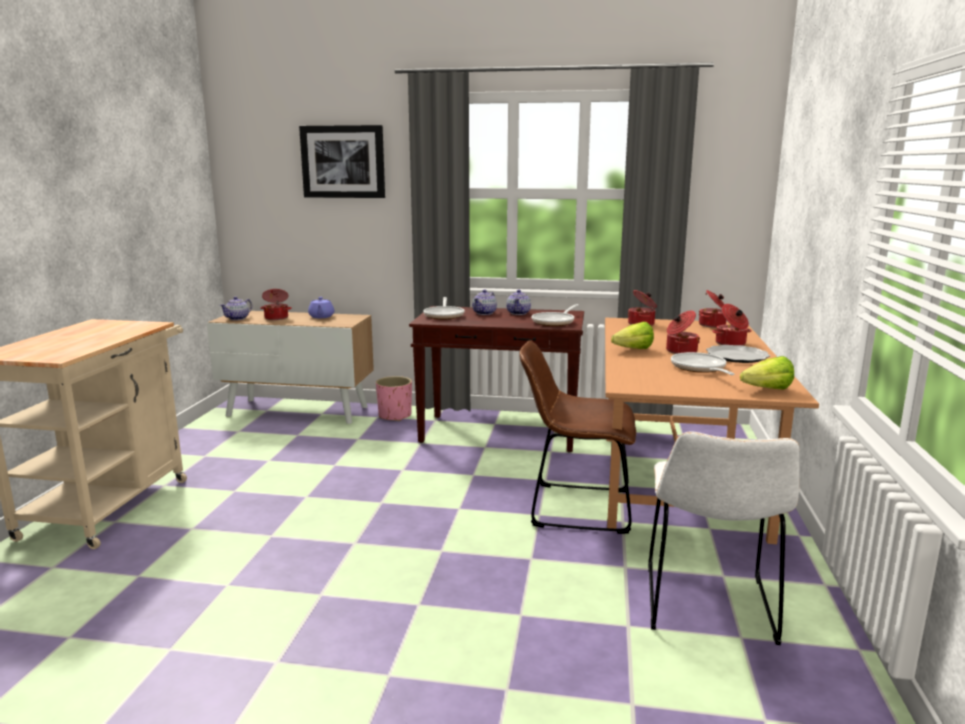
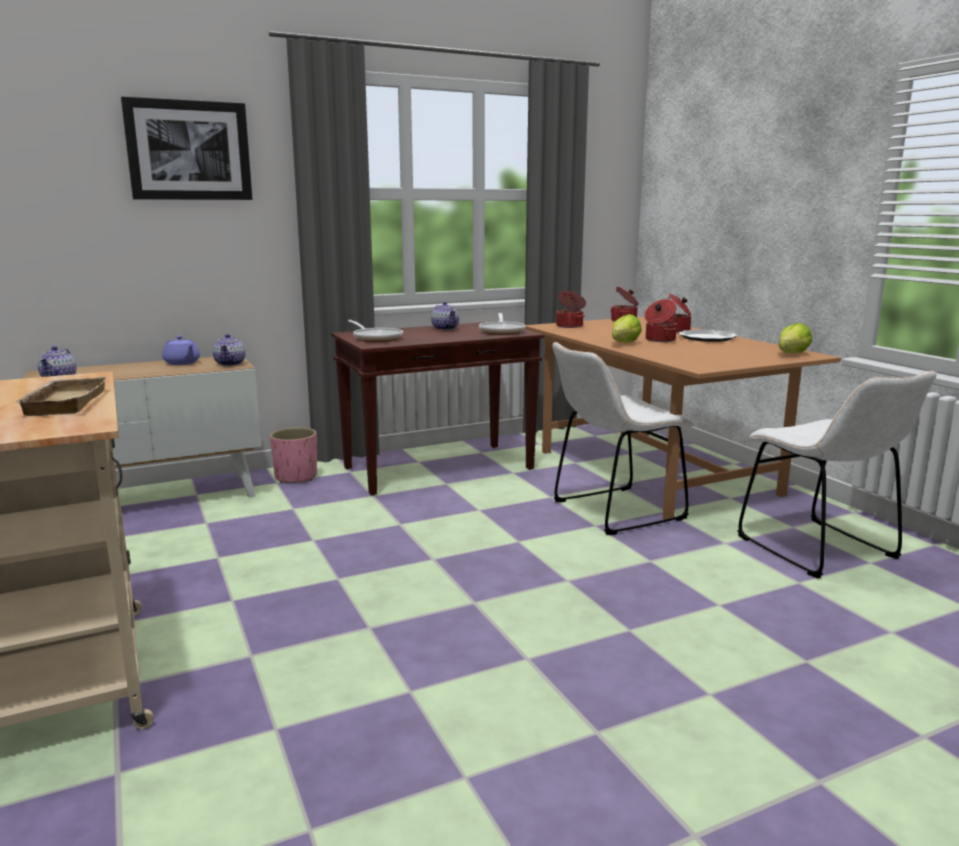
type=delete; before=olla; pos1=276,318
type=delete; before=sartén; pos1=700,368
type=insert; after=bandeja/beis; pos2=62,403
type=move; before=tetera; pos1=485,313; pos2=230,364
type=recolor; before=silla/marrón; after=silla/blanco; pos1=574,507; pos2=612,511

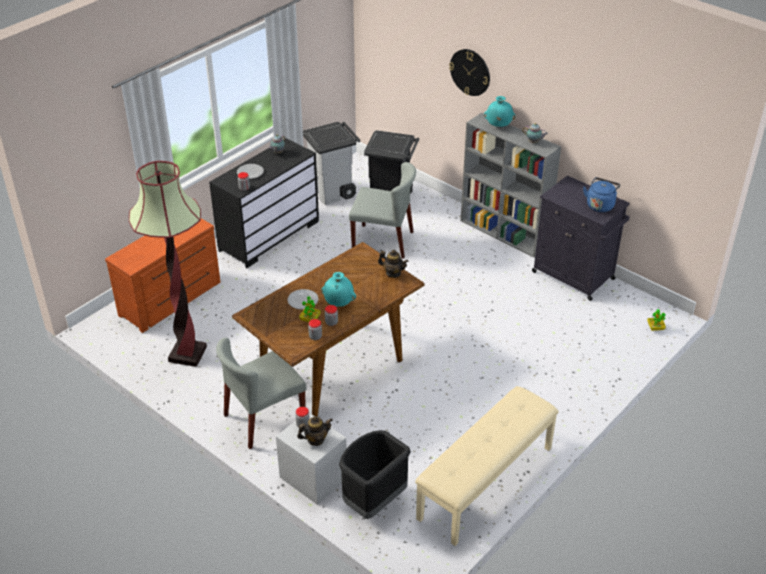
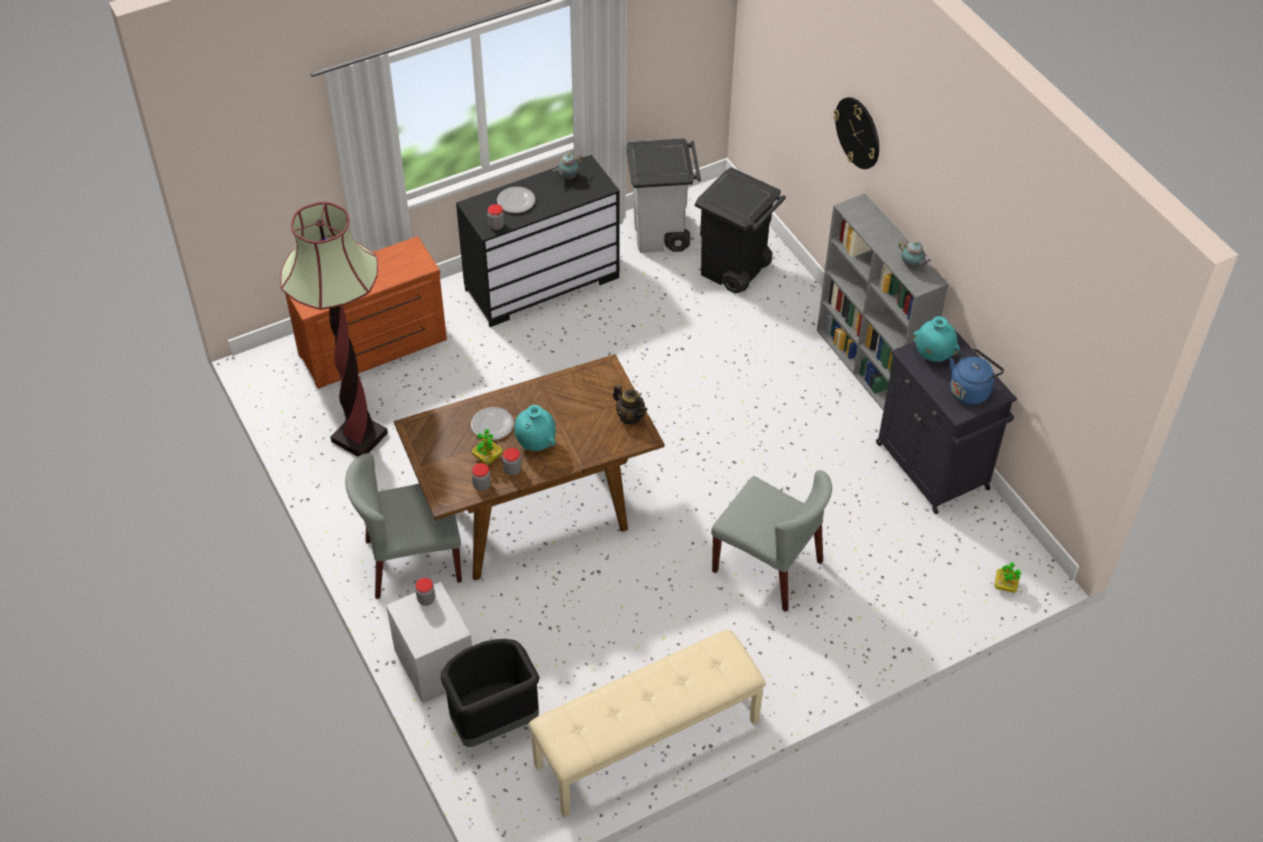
type=delete; before=tetera; pos1=315,439
type=move; before=silla/gris; pos1=383,241; pos2=768,566
type=move; before=florero/turquesa; pos1=498,126; pos2=932,355

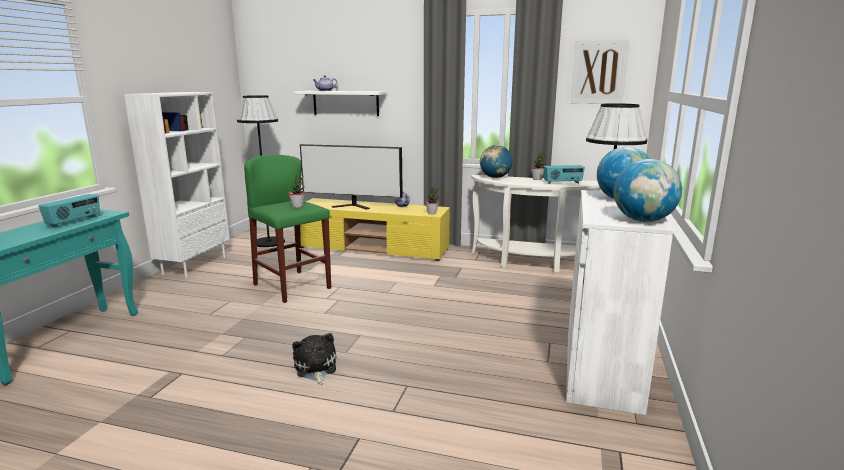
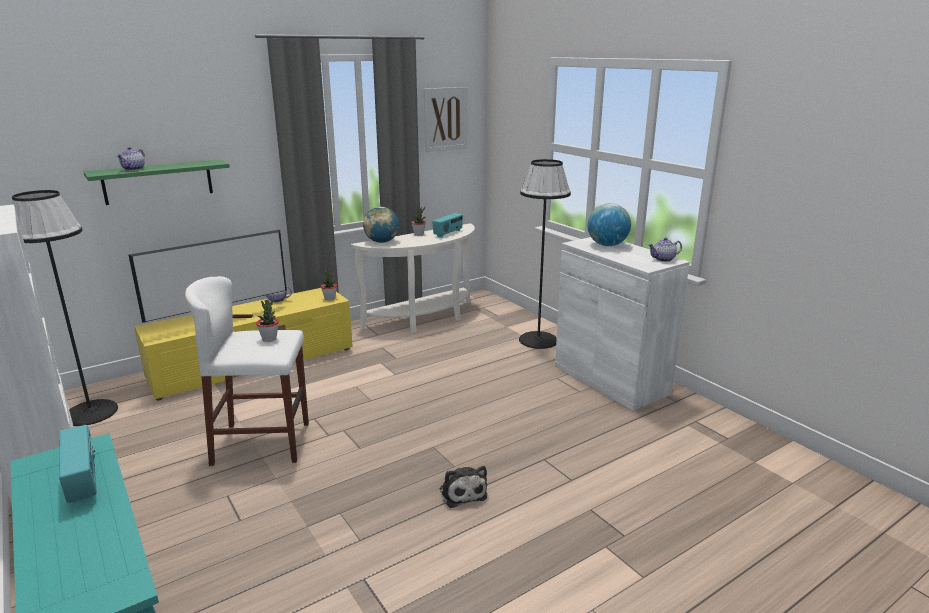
type=replace; before=globo terráqueo; after=tetera; pos1=643,220; pos2=663,259
type=recolor; before=taburete/verde; after=taburete/blanco; pos1=292,286; pos2=262,443
type=recolor; before=estante/blanco; after=estante/verde; pos1=345,103; pos2=158,181
type=rotate; before=peluche; pos1=315,368; pos2=462,492; turn=-135

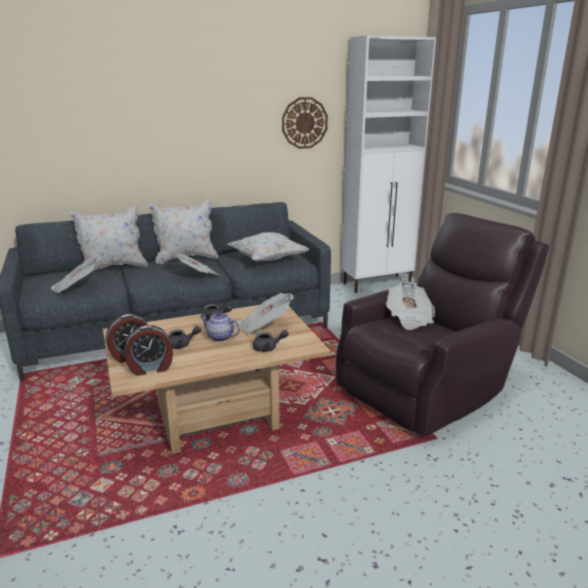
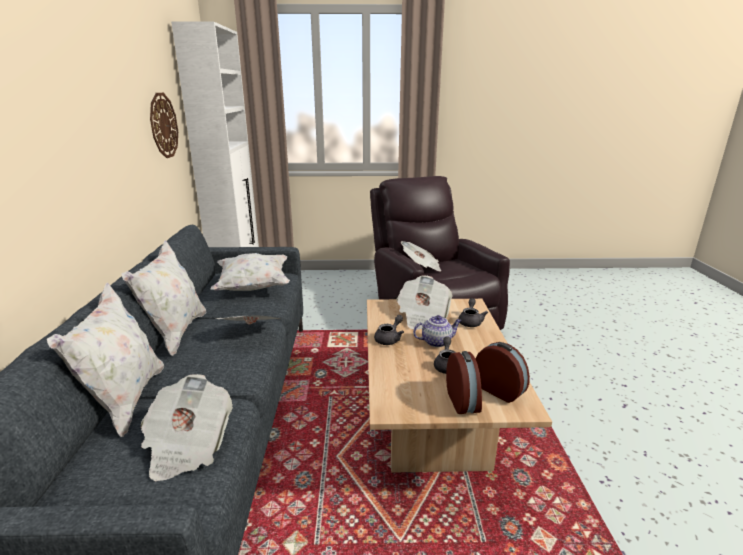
type=rotate; before=despertador; pos1=150,368; pos2=499,390; turn=-45
type=rotate; before=tetera; pos1=219,337; pos2=437,341; turn=-150

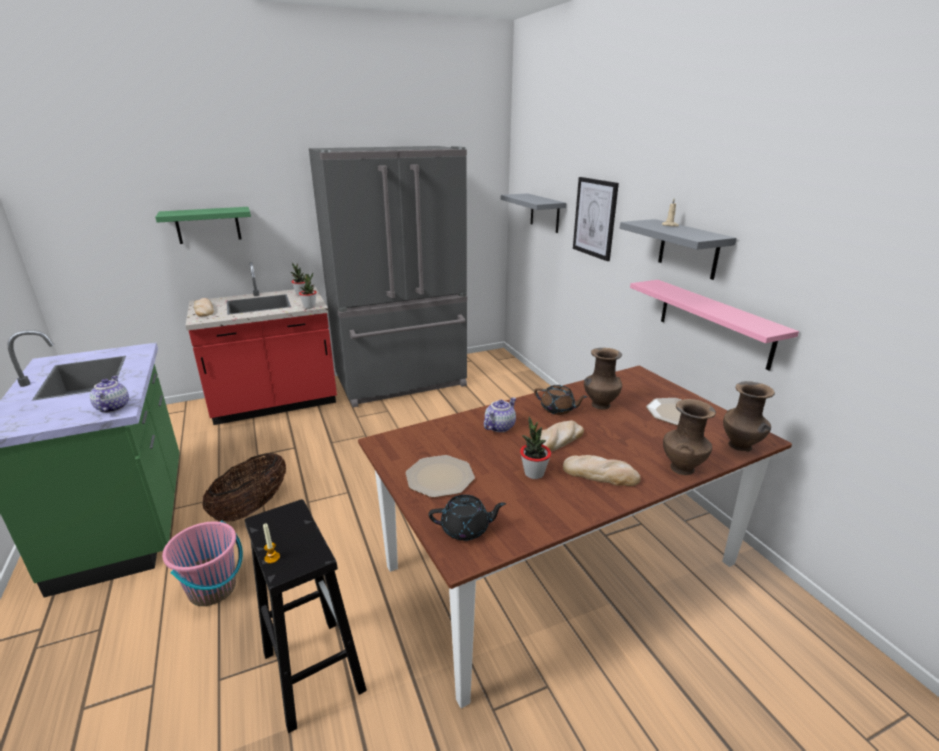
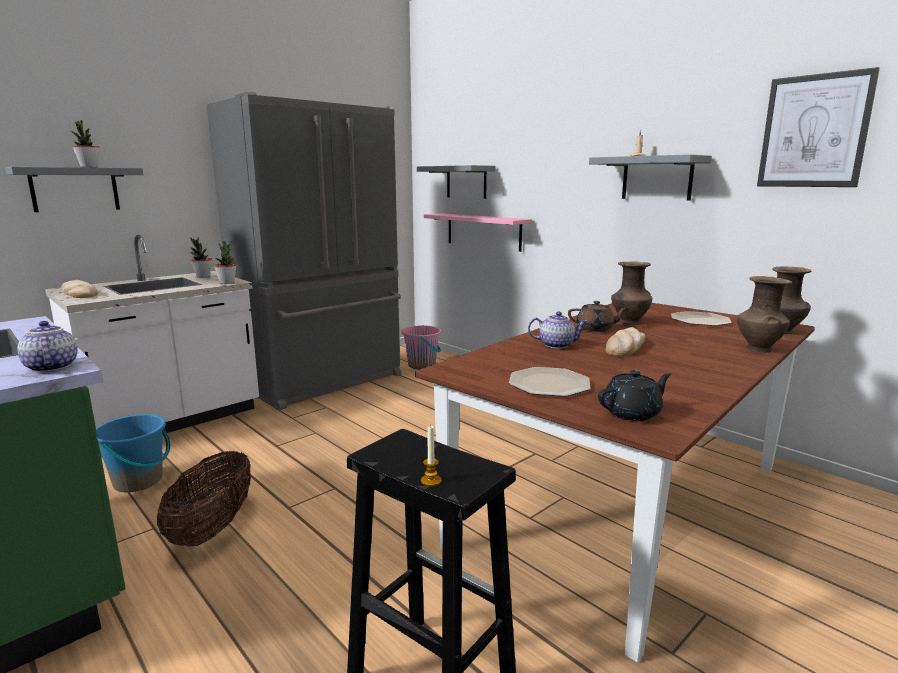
type=delete; before=pan; pos1=600,474
type=insert; after=cubo/azul; pos2=138,481
type=move; before=cubo/rosa; pos1=213,589; pos2=422,365
type=move; before=planta en maceta; pos1=534,473; pos2=89,167
type=move; before=cuadro; pos1=595,218; pos2=814,131
type=move; before=estante/rosa; pos1=714,322; pos2=483,231
type=recolor; before=estante/verde; after=estante/gris; pos1=208,225; pos2=75,189
type=recolor; before=mueble bajo de cocina/rojo; after=mueble bajo de cocina/blanco; pos1=275,404; pos2=171,420
type=rotate; before=tetera; pos1=499,426; pos2=556,345; turn=75

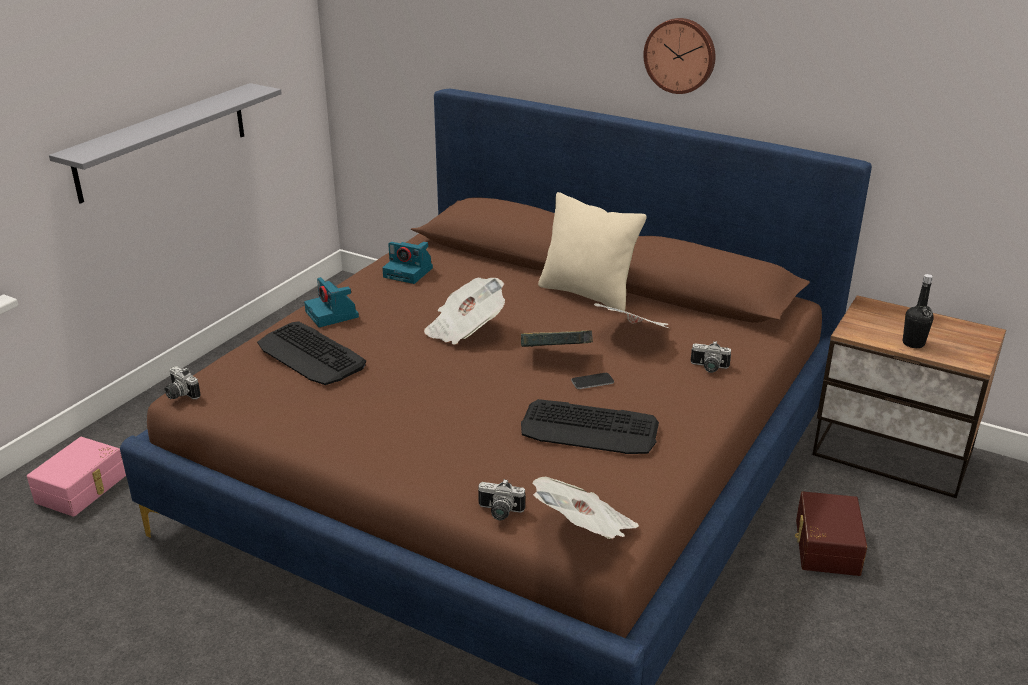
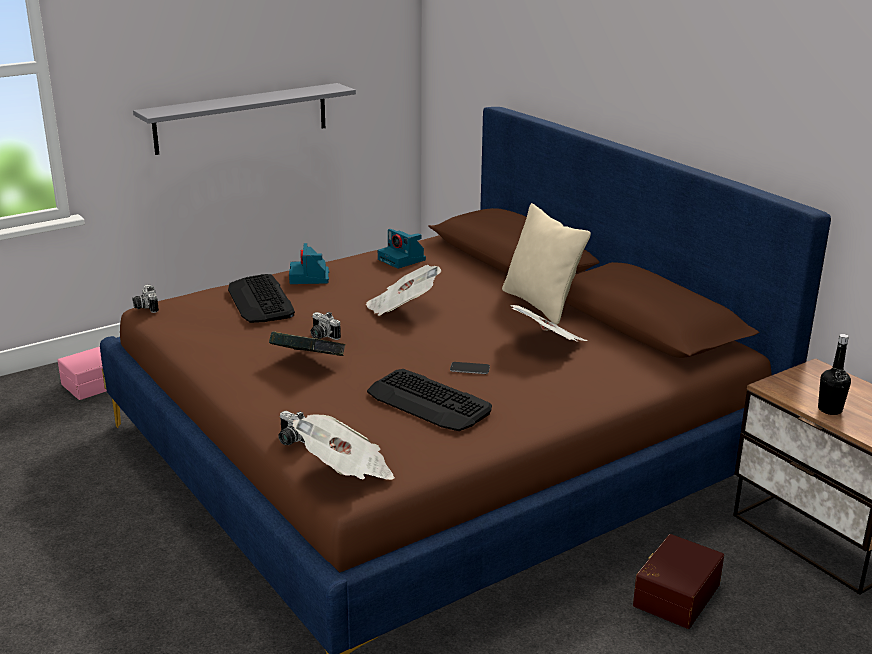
type=delete; before=reloj de pared; pos1=680,55
type=move; before=libro; pos1=556,357; pos2=308,362
type=move; before=cámara; pos1=708,368; pos2=321,336

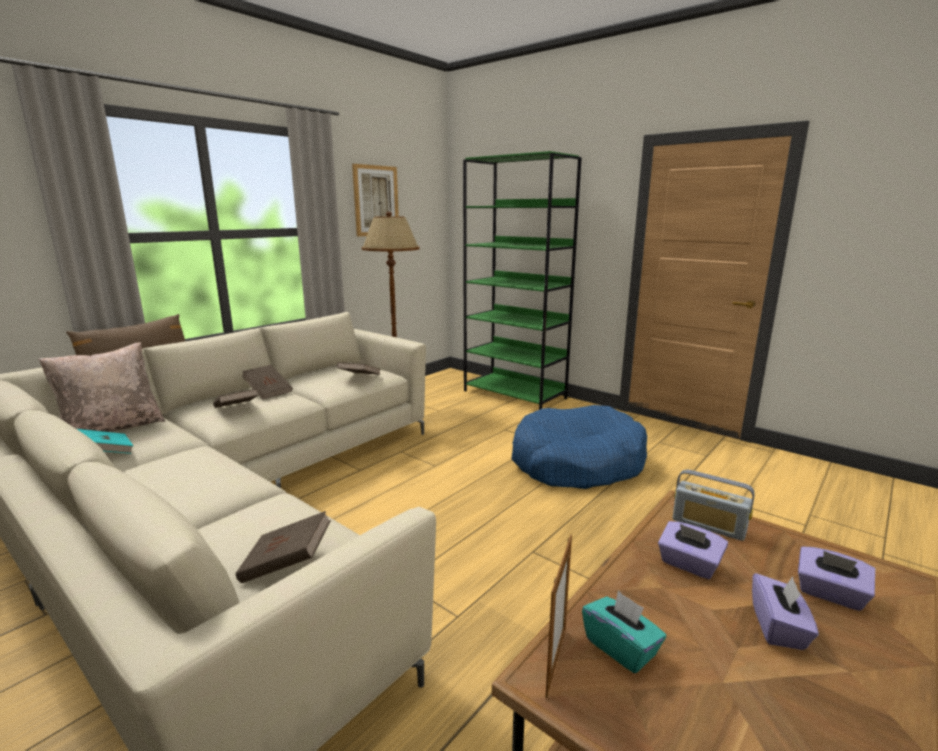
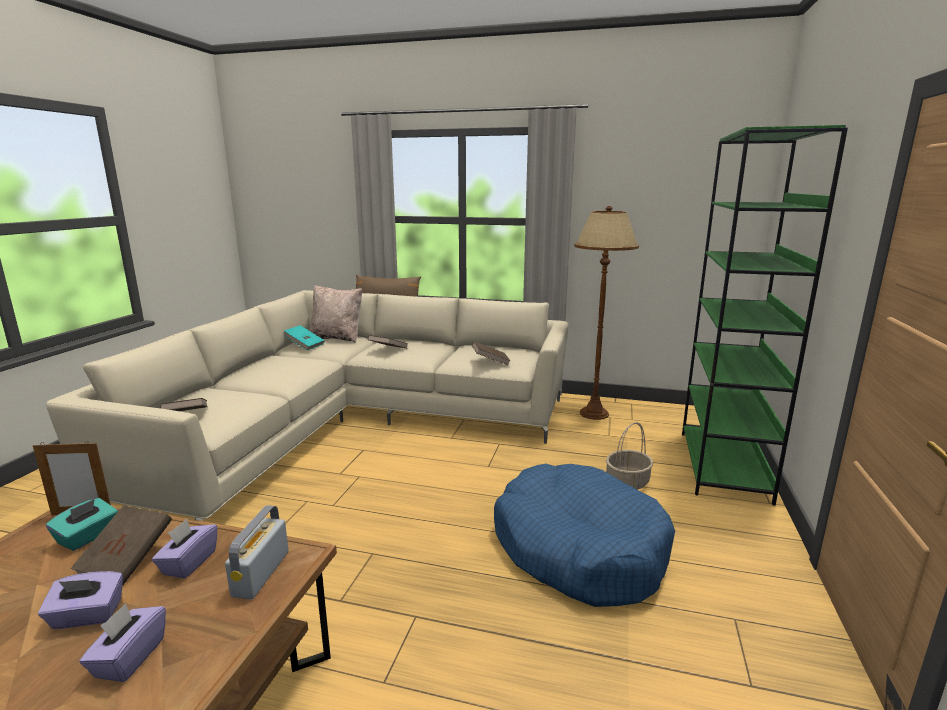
type=delete; before=cuadro; pos1=376,201
type=insert; after=cesta; pos2=627,482
type=move; before=libro/marrón; pos1=268,391; pos2=127,560

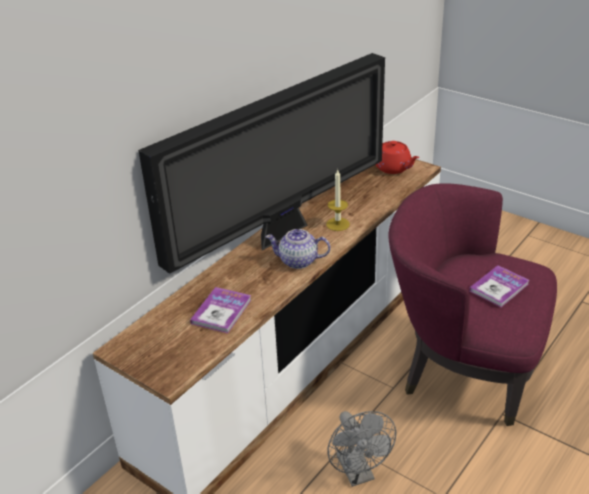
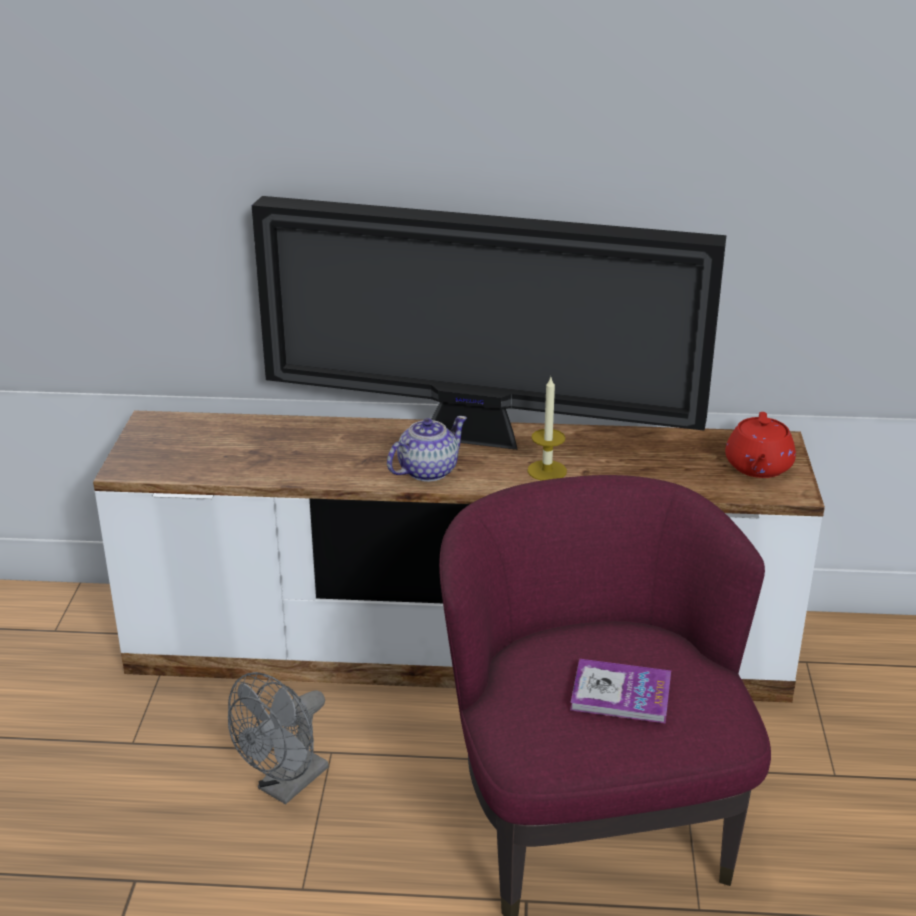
type=delete; before=libro; pos1=221,311
type=rotate; before=tetera; pos1=299,261; pos2=427,471; turn=75

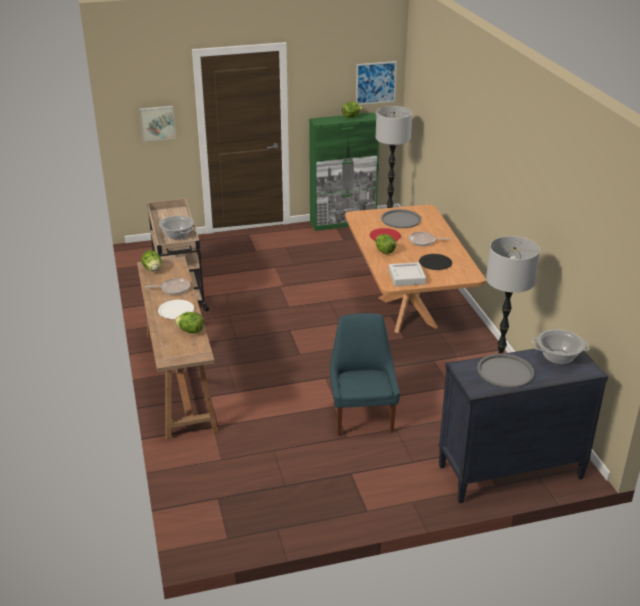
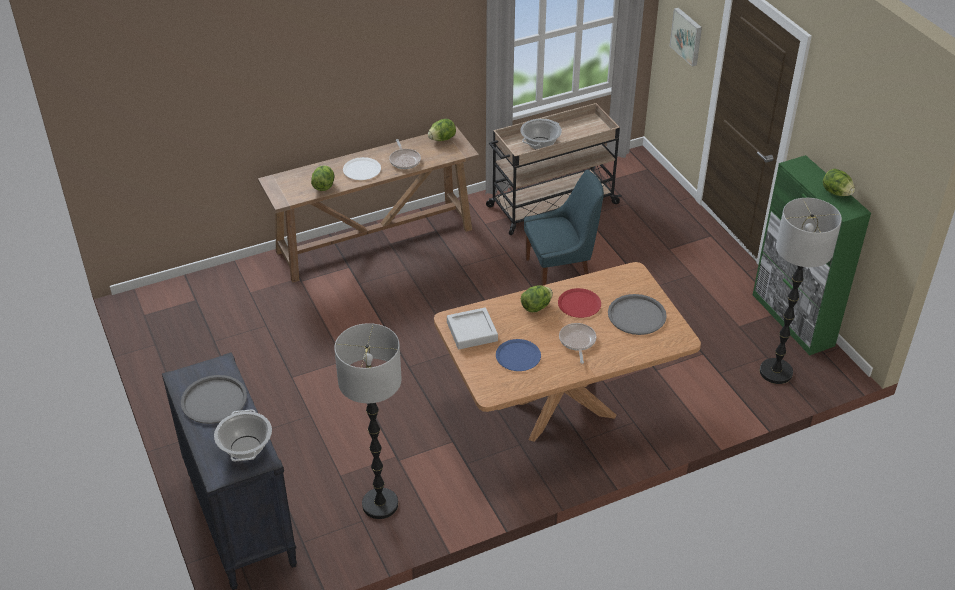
type=delete; before=cuadro; pos1=375,83
type=move; before=silla/azul; pos1=362,416; pos2=560,272
type=recolor; before=plato/negro; after=plato/azul; pos1=435,263; pos2=518,356

